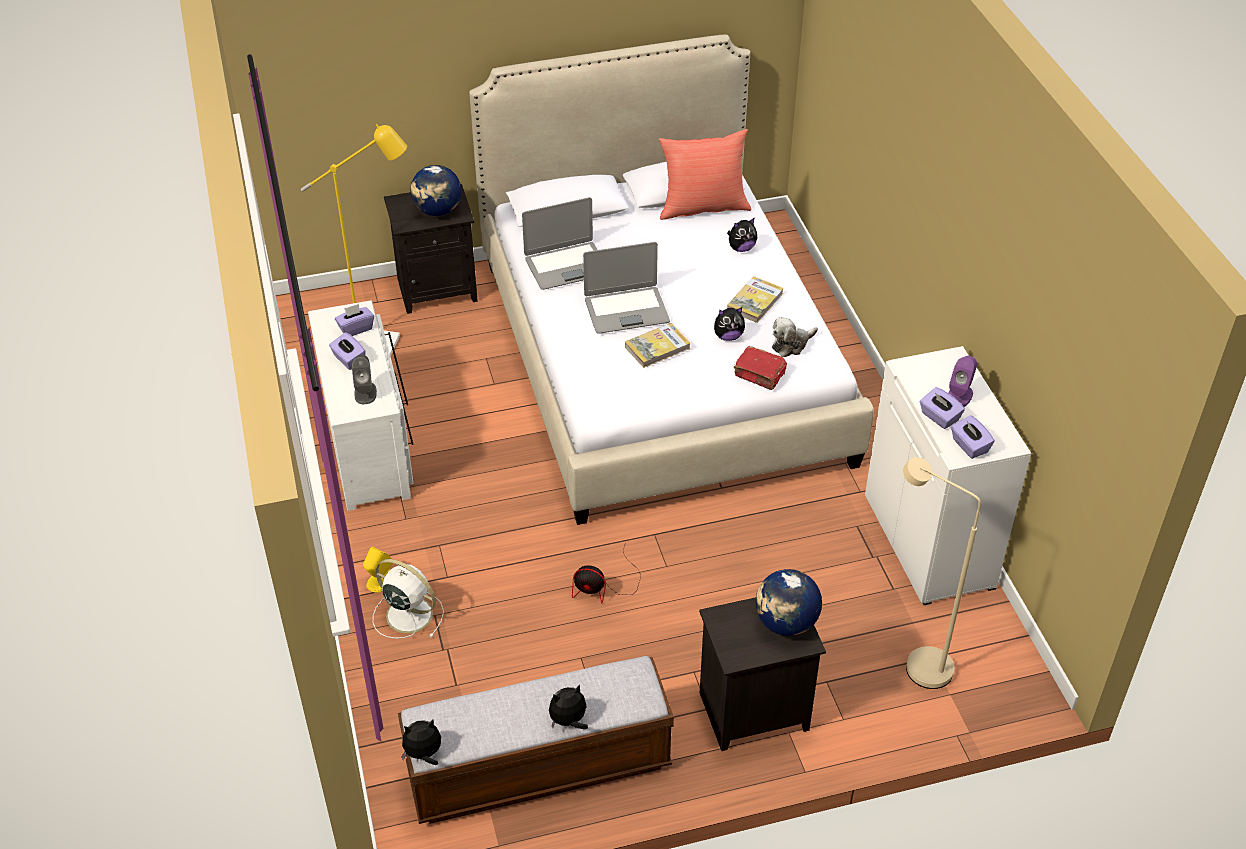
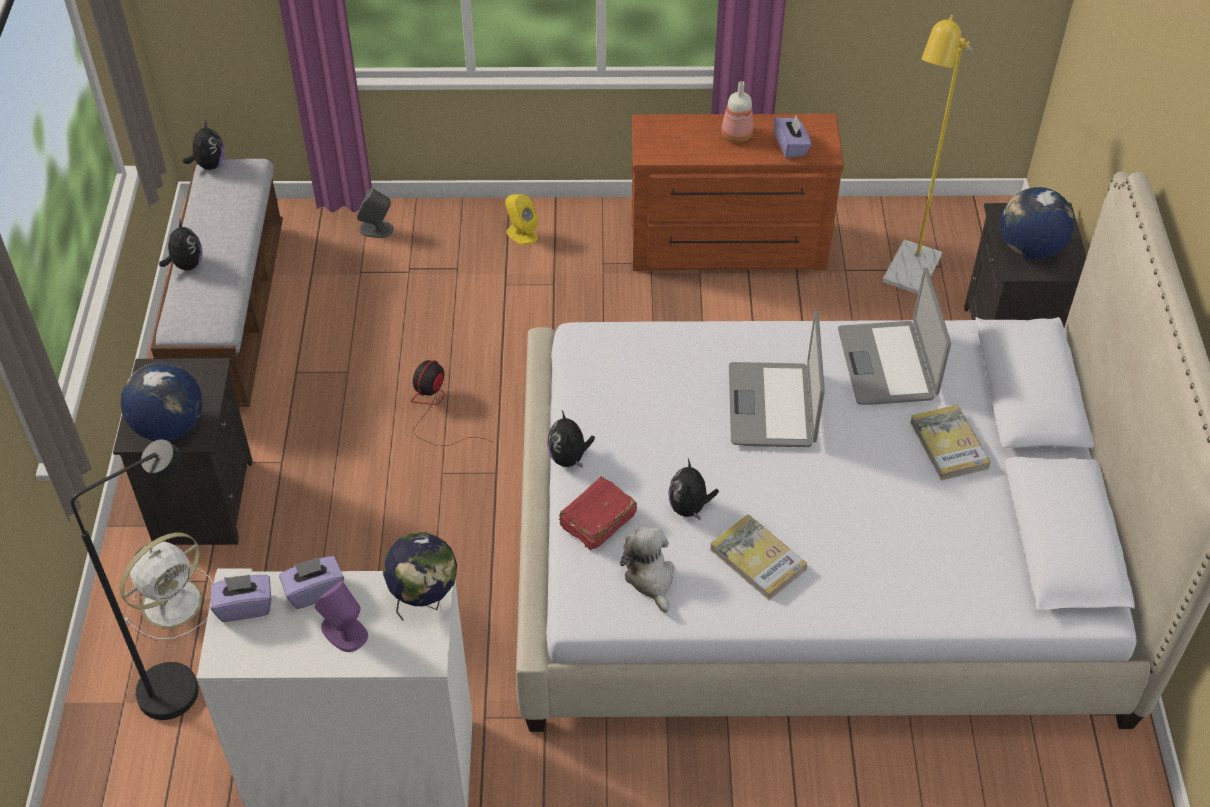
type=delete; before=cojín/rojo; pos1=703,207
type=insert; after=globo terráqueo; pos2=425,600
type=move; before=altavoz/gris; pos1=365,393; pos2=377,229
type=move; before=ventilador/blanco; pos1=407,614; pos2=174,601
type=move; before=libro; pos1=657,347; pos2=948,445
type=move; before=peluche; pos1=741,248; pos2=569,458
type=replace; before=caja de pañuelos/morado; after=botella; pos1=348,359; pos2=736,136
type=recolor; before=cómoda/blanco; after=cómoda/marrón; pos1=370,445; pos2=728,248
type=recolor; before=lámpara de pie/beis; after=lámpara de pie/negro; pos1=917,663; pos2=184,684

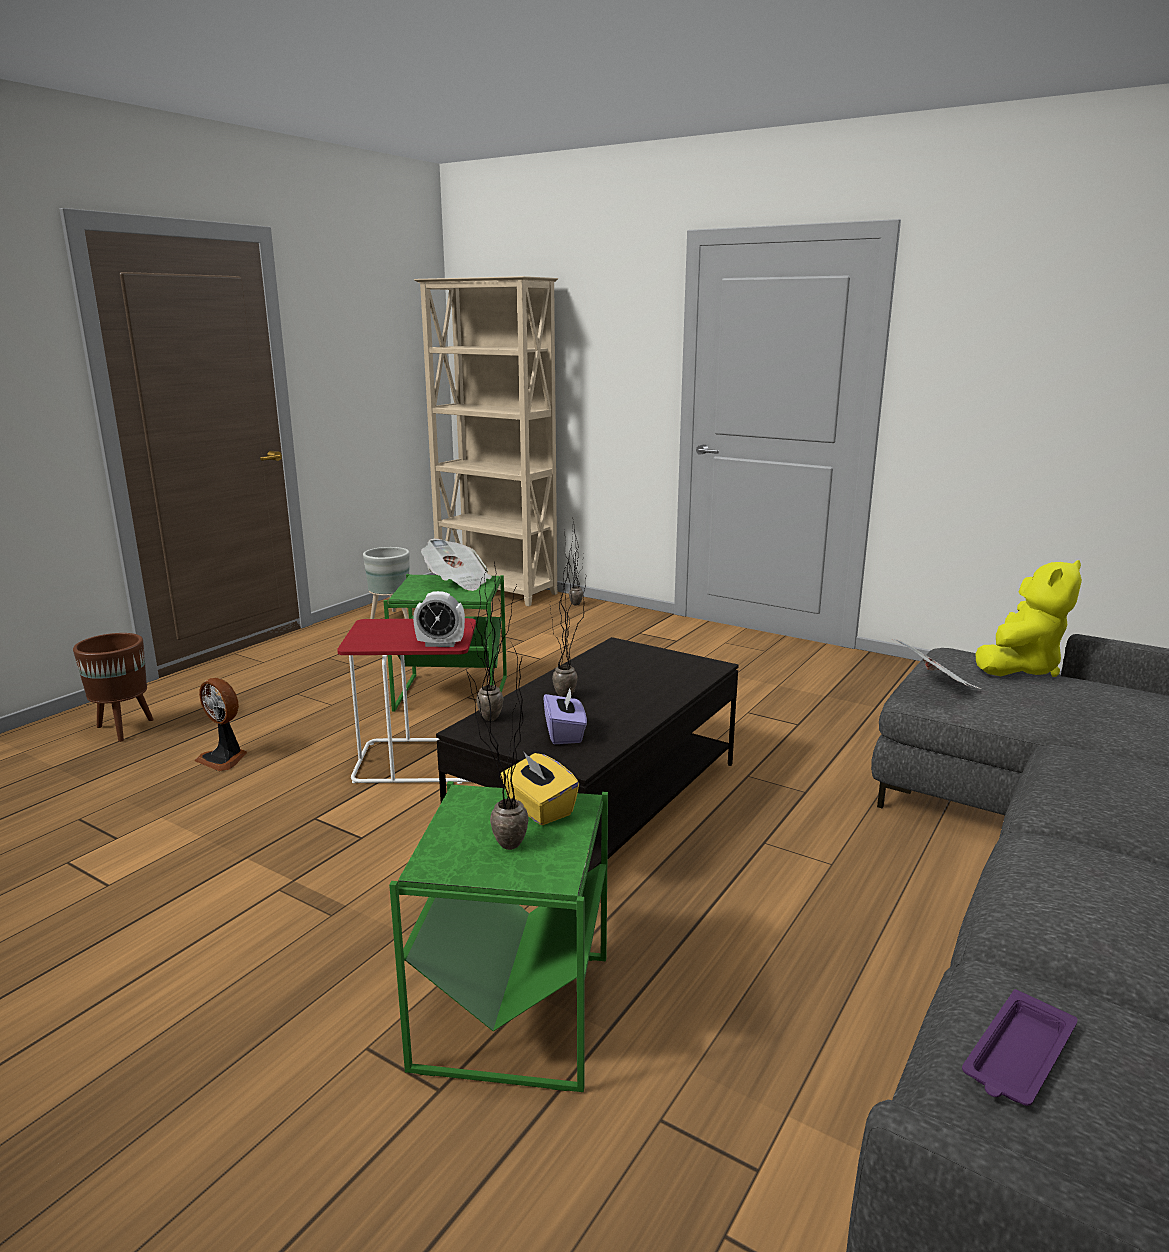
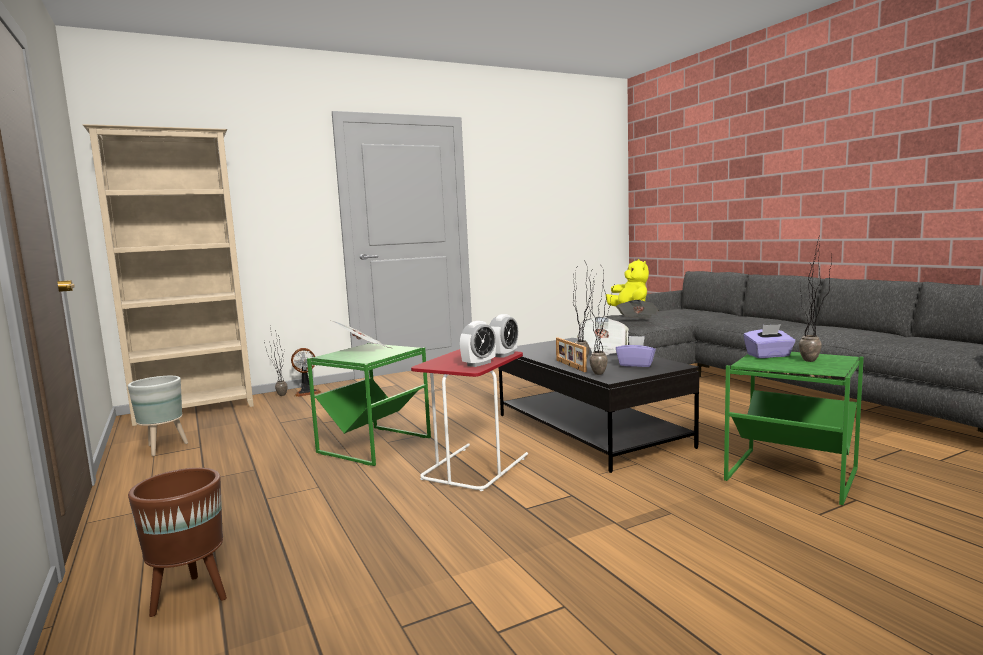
type=delete; before=bandeja/morado; pos1=1017,1057
type=insert; after=despertador; pos2=479,364
type=insert; after=portarretratos; pos2=570,366
type=insert; after=periódico; pos2=603,350
type=move; before=ventilador; pos1=224,758; pos2=307,392
type=recolor; before=caja de pañuelos/amarillo; after=caja de pañuelos/morado; pos1=538,808; pos2=768,355

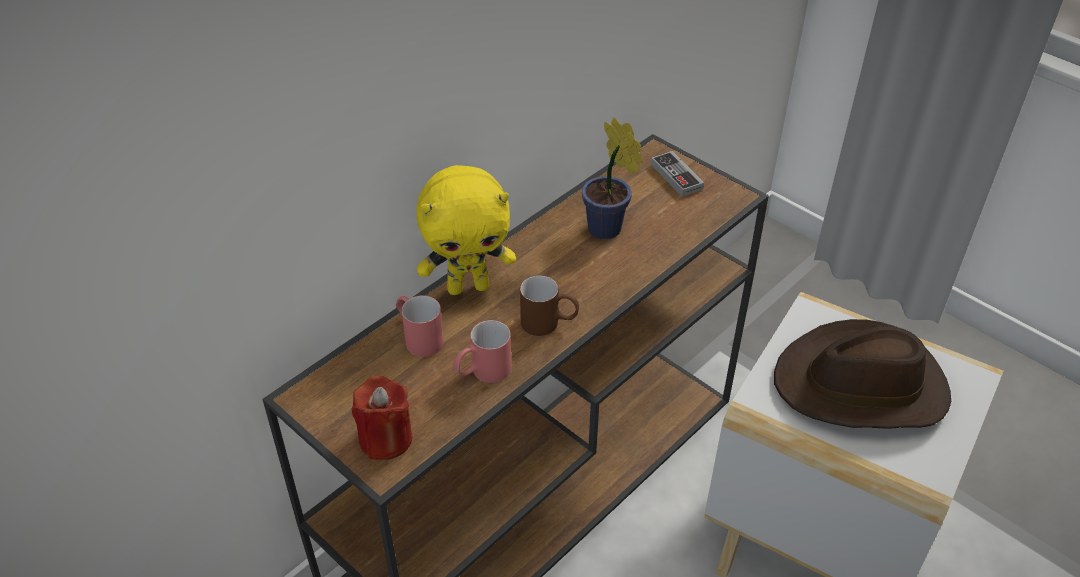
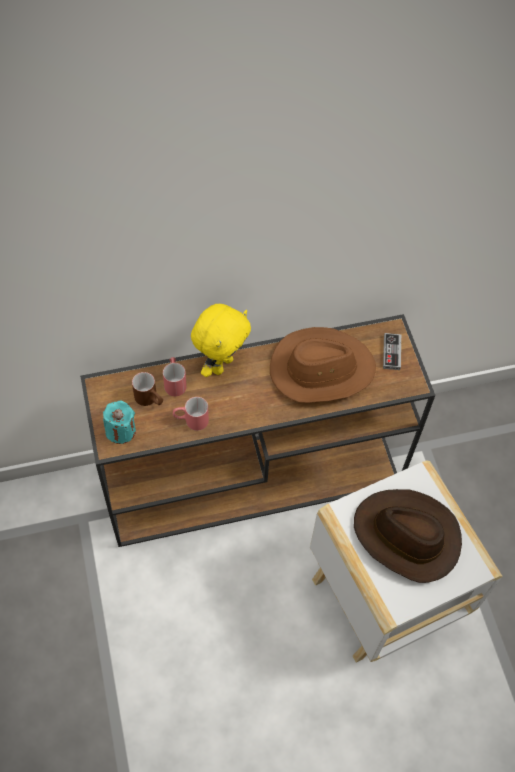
type=move; before=taza grande/marrón; pos1=549,323; pos2=150,400
type=replace; before=planta en maceta; after=sombrero/marrón; pos1=607,231; pos2=321,369
type=recolor; before=vela/rojo; after=vela/turquesa; pos1=386,438; pos2=121,431
type=rotate; before=peluche/amarillo; pos1=469,286; pos2=221,364; turn=-75

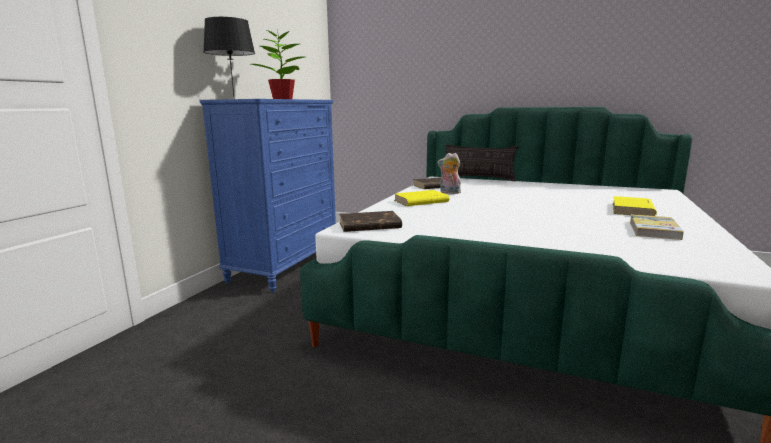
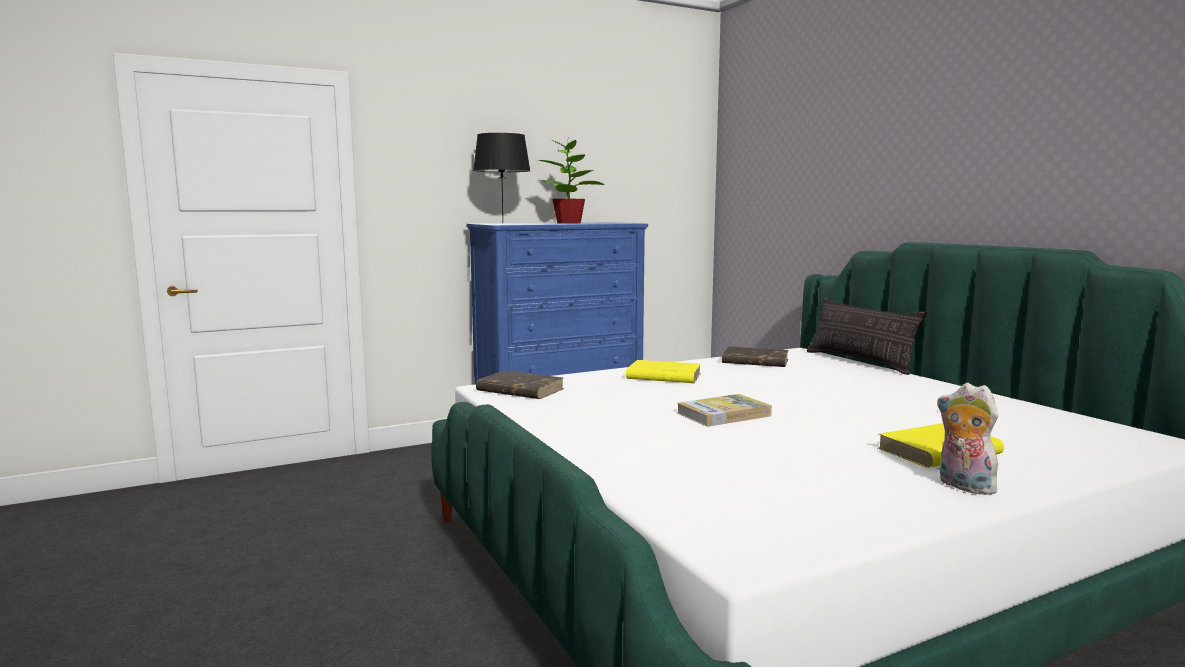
type=move; before=peluche; pos1=449,193; pos2=962,486
type=move; before=libro; pos1=653,230; pos2=723,414

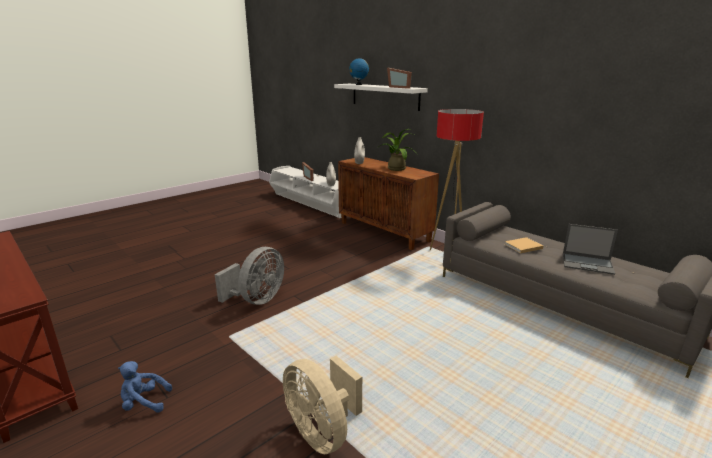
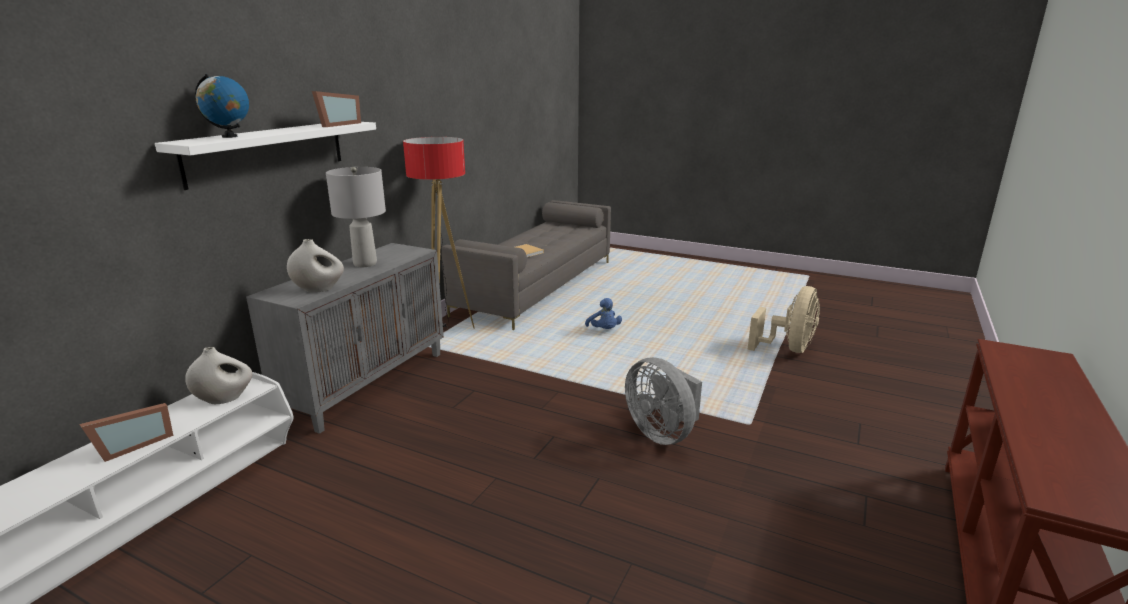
type=delete; before=portátil; pos1=588,264
type=move; before=peluche/azul; pos1=144,403; pos2=604,330
type=replace; before=planta en maceta; after=lámpara de mesa/gris; pos1=395,168; pos2=364,264
type=recolor; before=armario/marrón; after=armario/gris; pos1=385,232; pos2=366,383
type=rotate; before=ventilador/gris; pos1=257,300; pos2=662,433; turn=-135

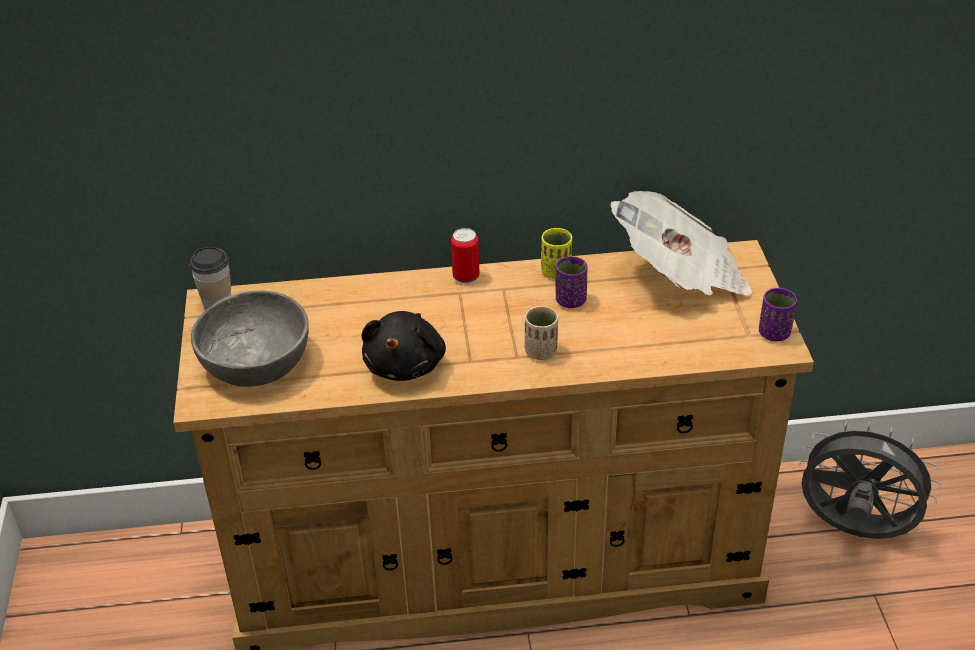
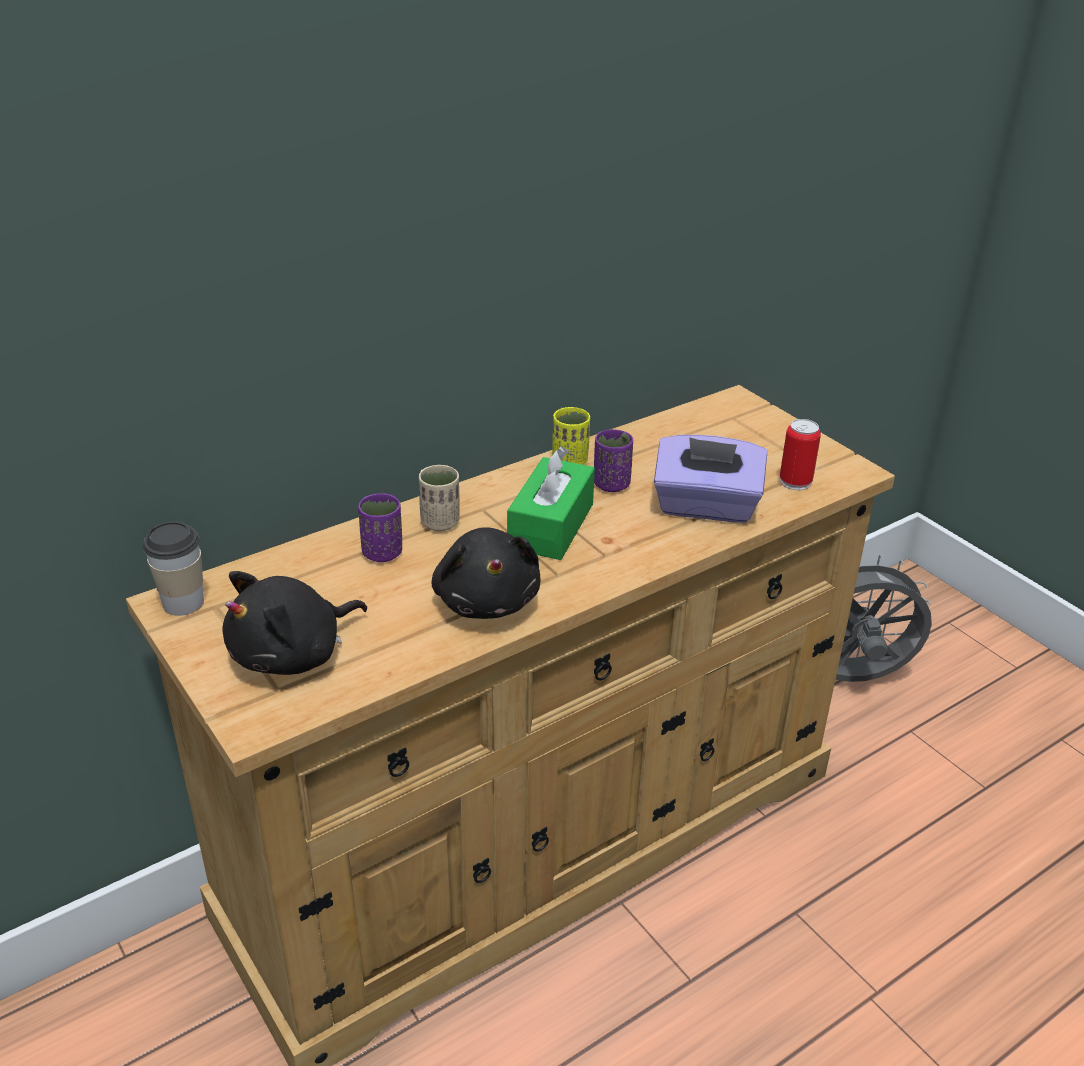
type=delete; before=periódico; pos1=680,276
type=insert; after=caja de pañuelos/verde; pos2=551,526
type=insert; after=caja de pañuelos/morado; pos2=706,507
type=move; before=lata; pos1=466,277; pos2=795,481
type=move; before=taza/beis; pos1=541,352; pos2=440,523
type=move; before=taza/morado; pos1=774,333; pos2=382,553
type=replace; before=cuenco/gris; after=peluche/negro; pos1=256,362; pos2=293,654

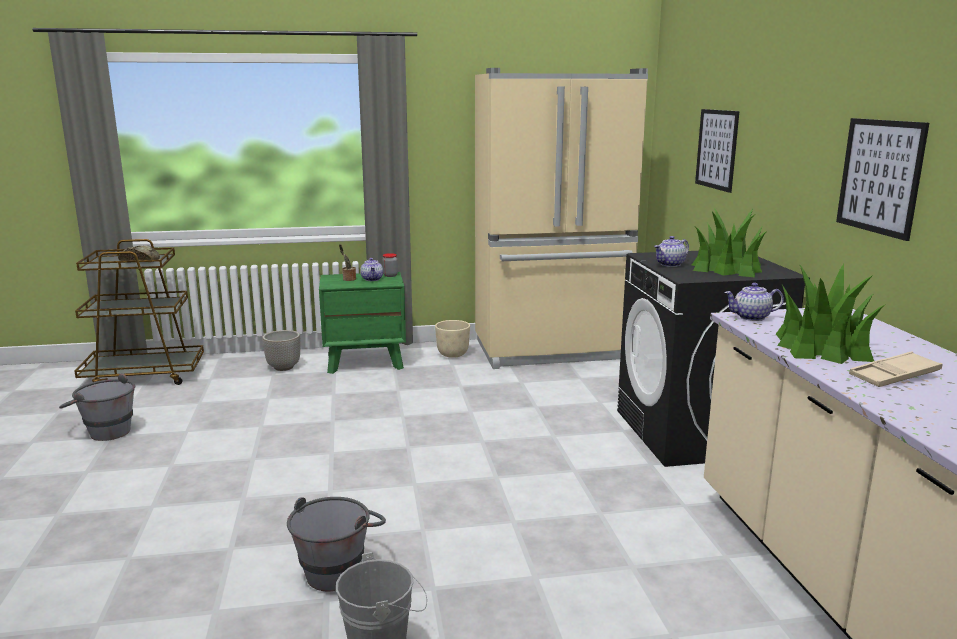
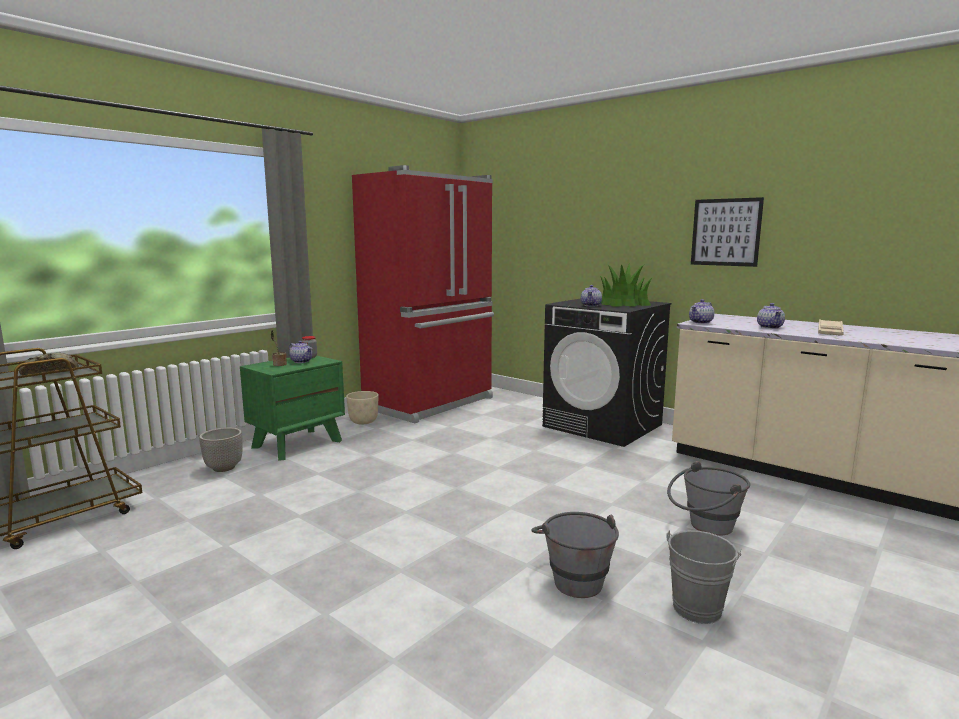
type=delete; before=cuadro; pos1=716,149
type=move; before=cubo/gris; pos1=103,431; pos2=704,527
type=replace; before=planta en maceta; after=tetera; pos1=823,347; pos2=770,327
type=recolor; before=nevera/beis; after=nevera/rojo; pos1=551,351; pos2=432,403

